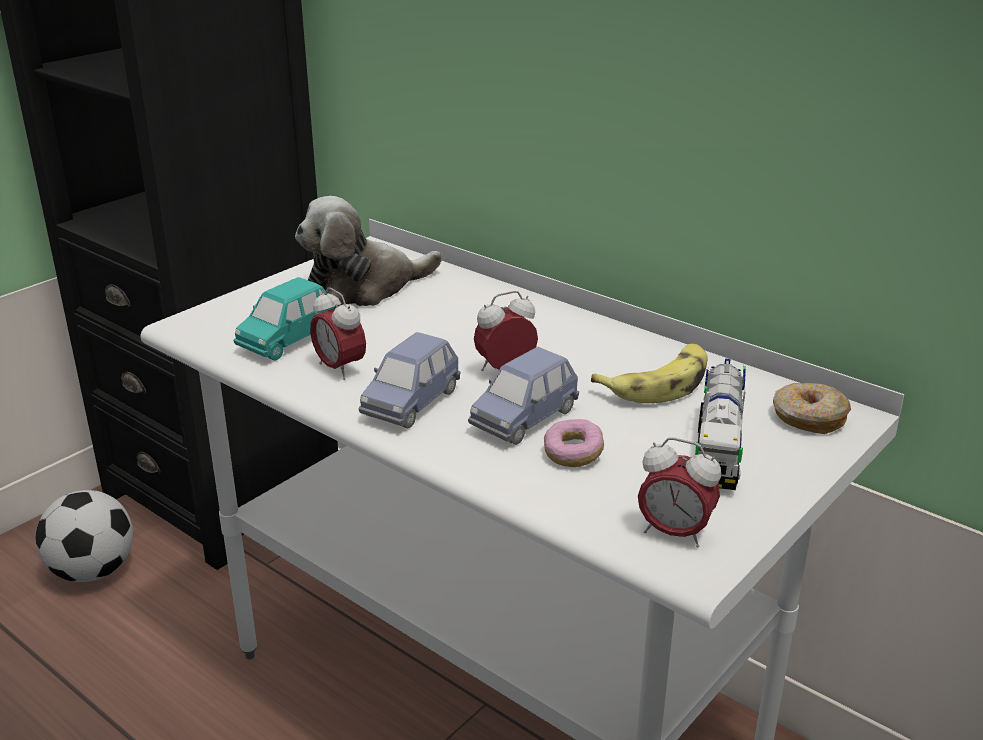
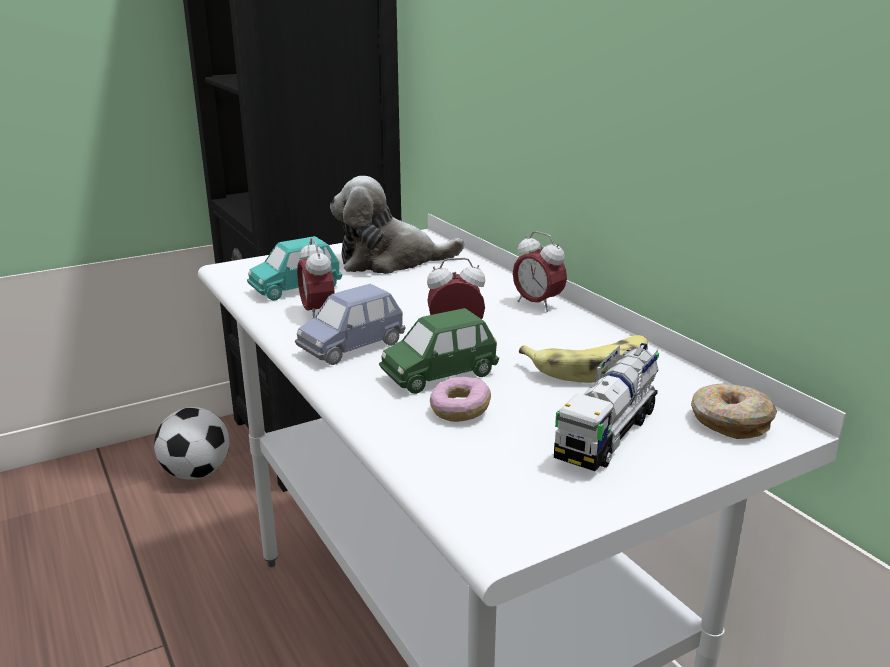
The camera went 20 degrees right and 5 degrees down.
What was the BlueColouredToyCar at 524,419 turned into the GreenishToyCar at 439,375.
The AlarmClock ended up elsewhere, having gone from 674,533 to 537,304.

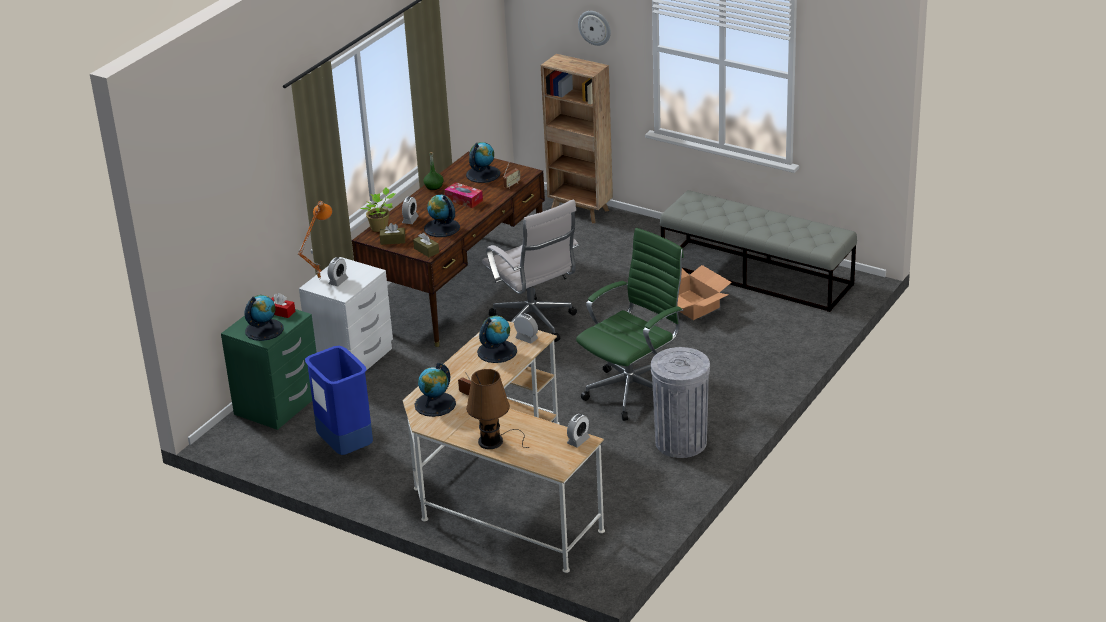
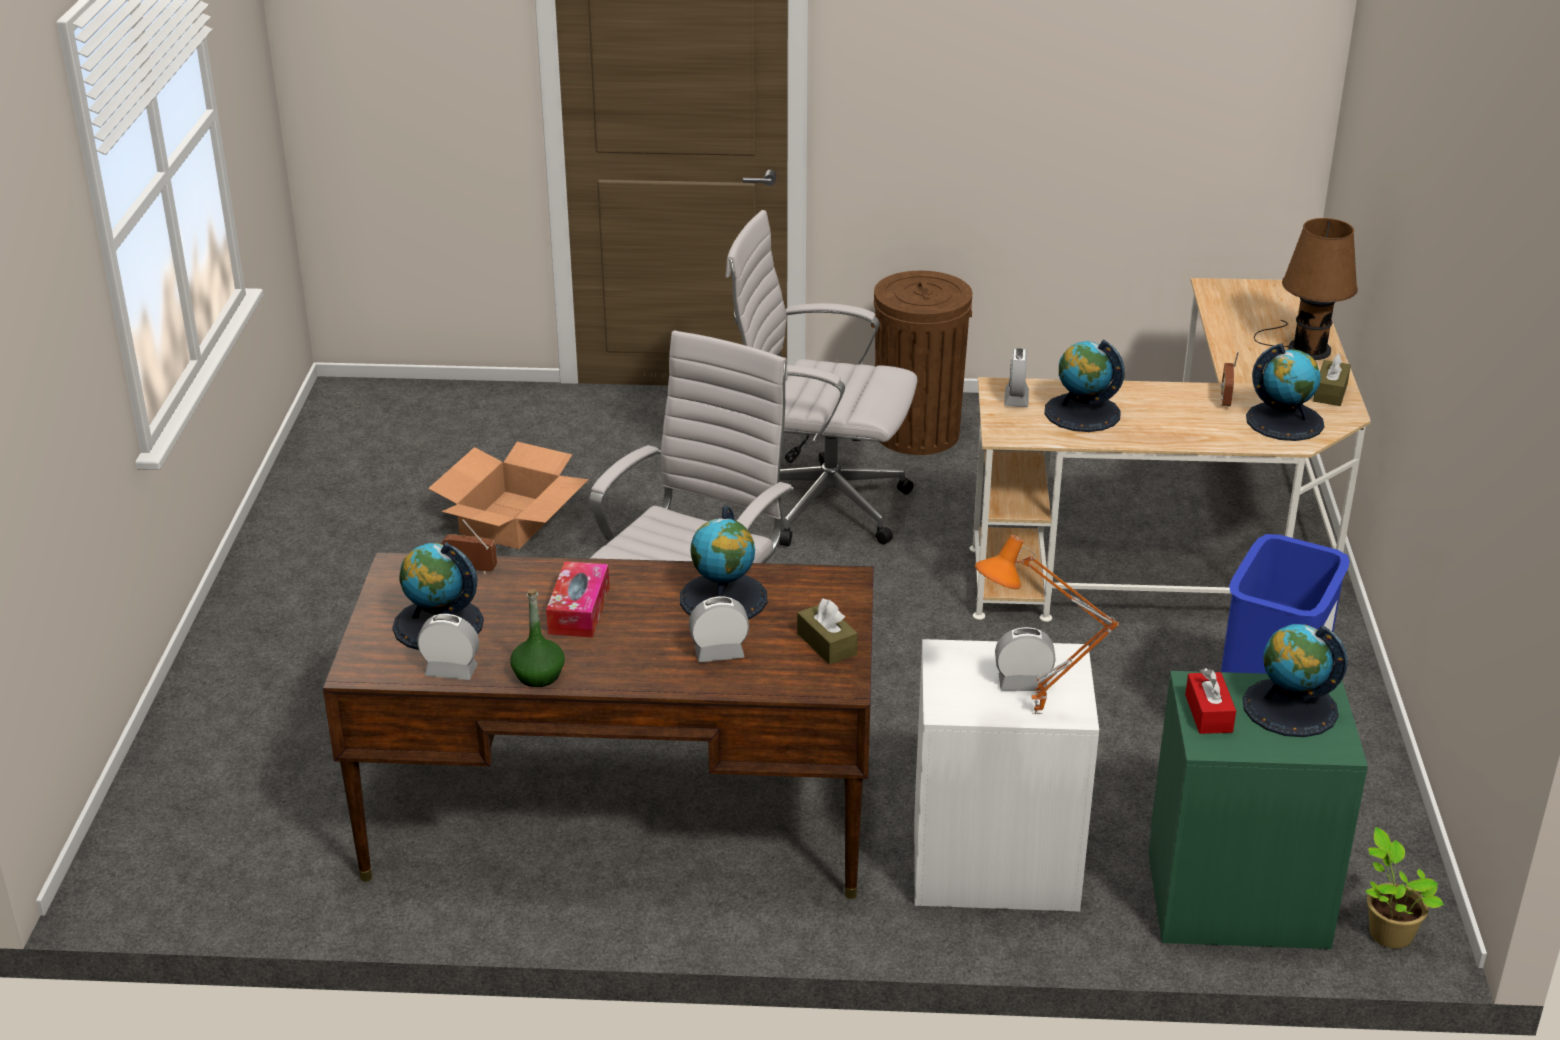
The camera went 120 degrees left and 0 degrees up.
The second view lost the ClockOnTheWall at 595,27.
The second view lost the BrownColouredShelvingUnit at 580,211.
The PottedPlant ended up elsewhere, having gone from 380,227 to 1388,932.
The second view lost the GrayIndoorBench at 757,275.
What was the GreenishOfficeChair at 633,391 turned into the WhiteOfficeChair at 820,505.
The BrownColouredTissueHolder ended up elsewhere, having gone from 426,250 to 1330,392.
What was the GrayTrashCan at 681,442 turned into the BrownColouredTrashCan at 917,433.
The AlarmClock ended up elsewhere, having gone from 578,441 to 451,671.

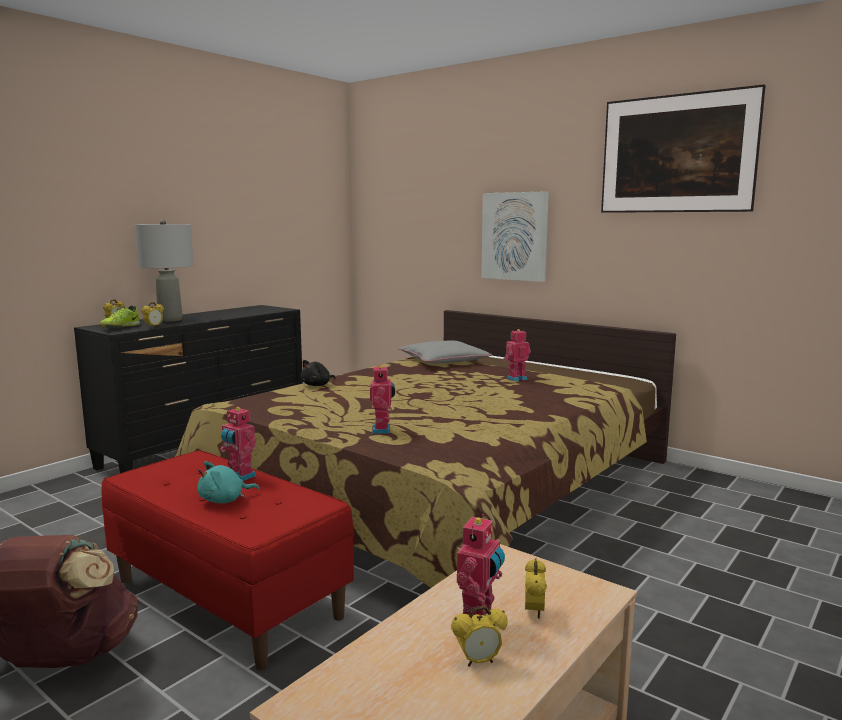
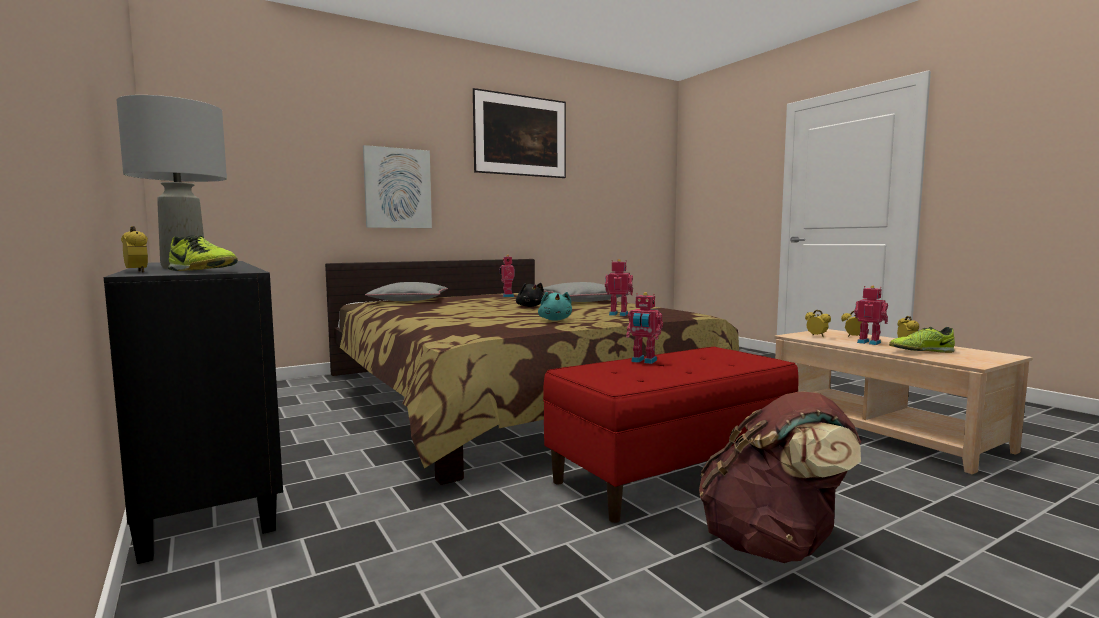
The camera went 70 degrees left and 5 degrees down.
The AlarmClock ended up elsewhere, having gone from 154,327 to 816,336.
The BlackCuddlyToy ended up elsewhere, having gone from 317,385 to 529,306.
The ToyRobot at 239,476 ended up facing another way, 60 degrees clockwise from before.
The BlueGreenCuddlyToy ended up elsewhere, having gone from 225,500 to 555,320.
The second view gained the GrayThrowPillow at 582,301.
The second view gained the LowShoe at 920,351.

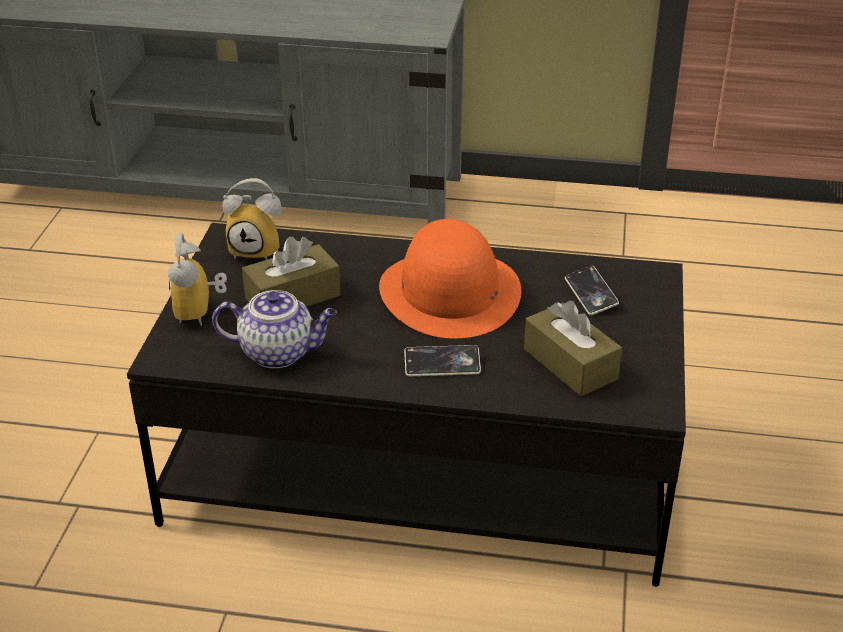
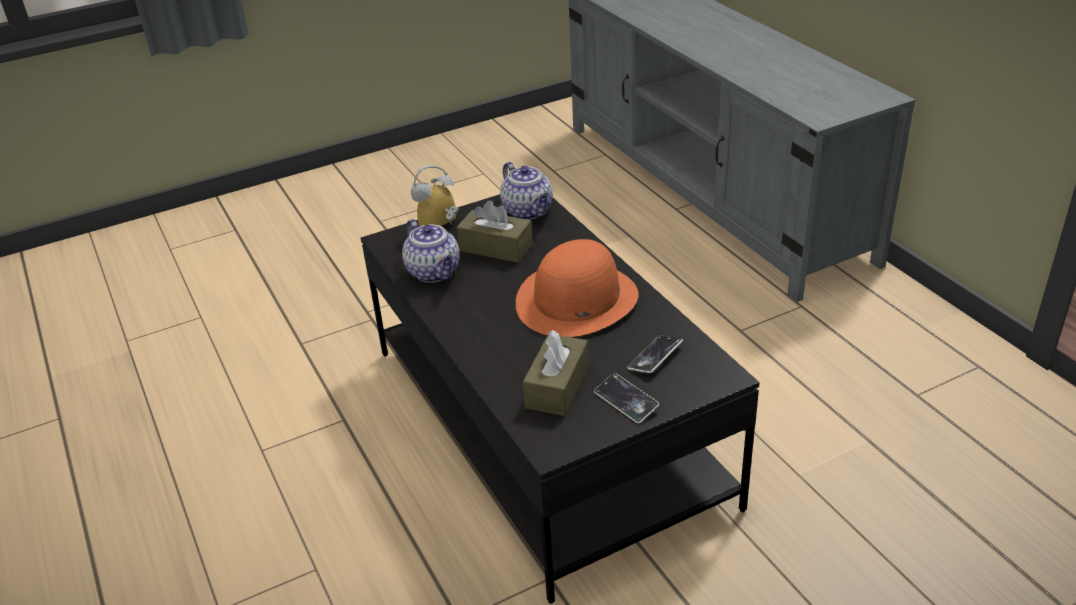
The camera went 55 degrees right and 0 degrees up.
Where the AlarmClock stood at 258,250, the Teapot came to stand at 528,211.
The Telephone ended up elsewhere, having gone from 442,365 to 626,401.

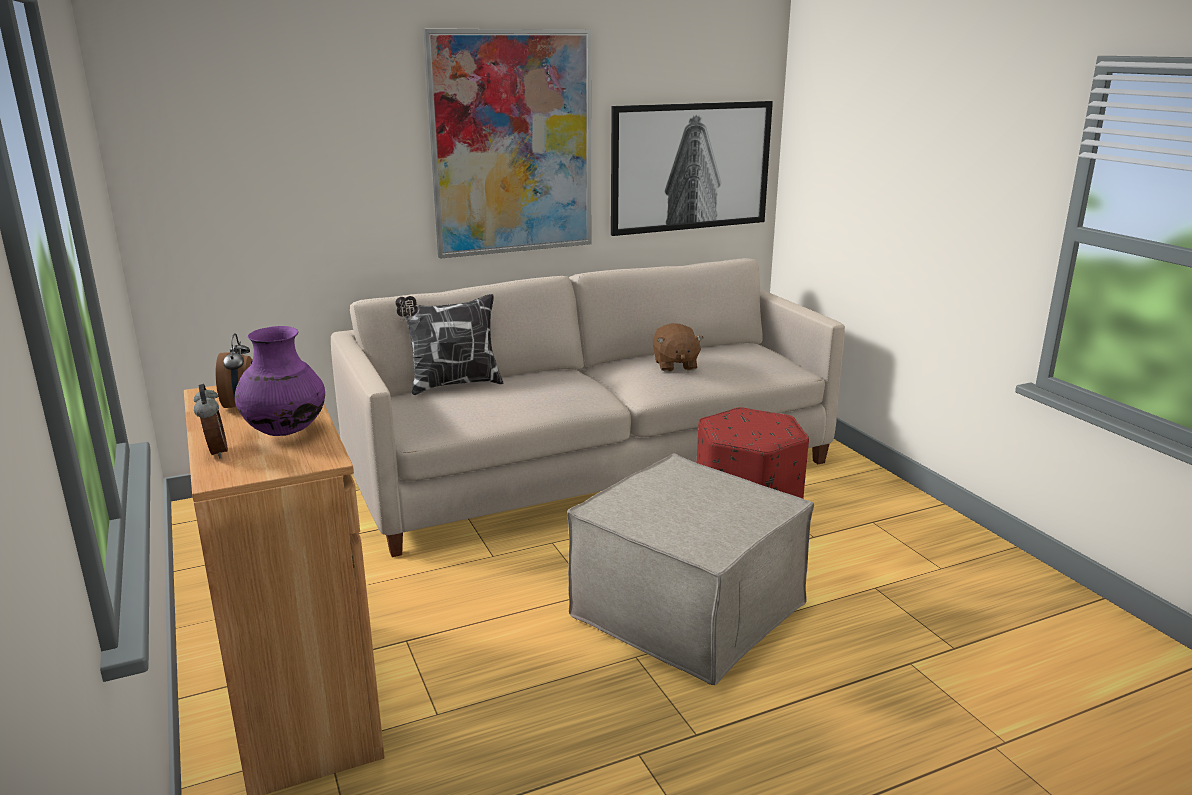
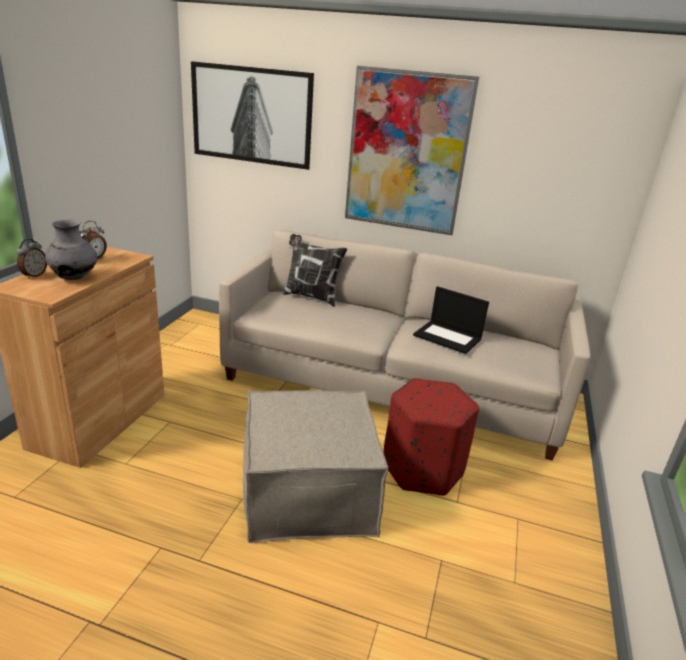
The camera went 40 degrees right and 5 degrees up.
The WallPicture ended up elsewhere, having gone from 691,167 to 251,115.
Where the BrownColouredCuddlyToy stood at 675,365, the NotebookComputer came to stand at 448,337.
What was the PurpleFlowerVase at 285,431 turned into the GrayFlowerVase at 74,278.

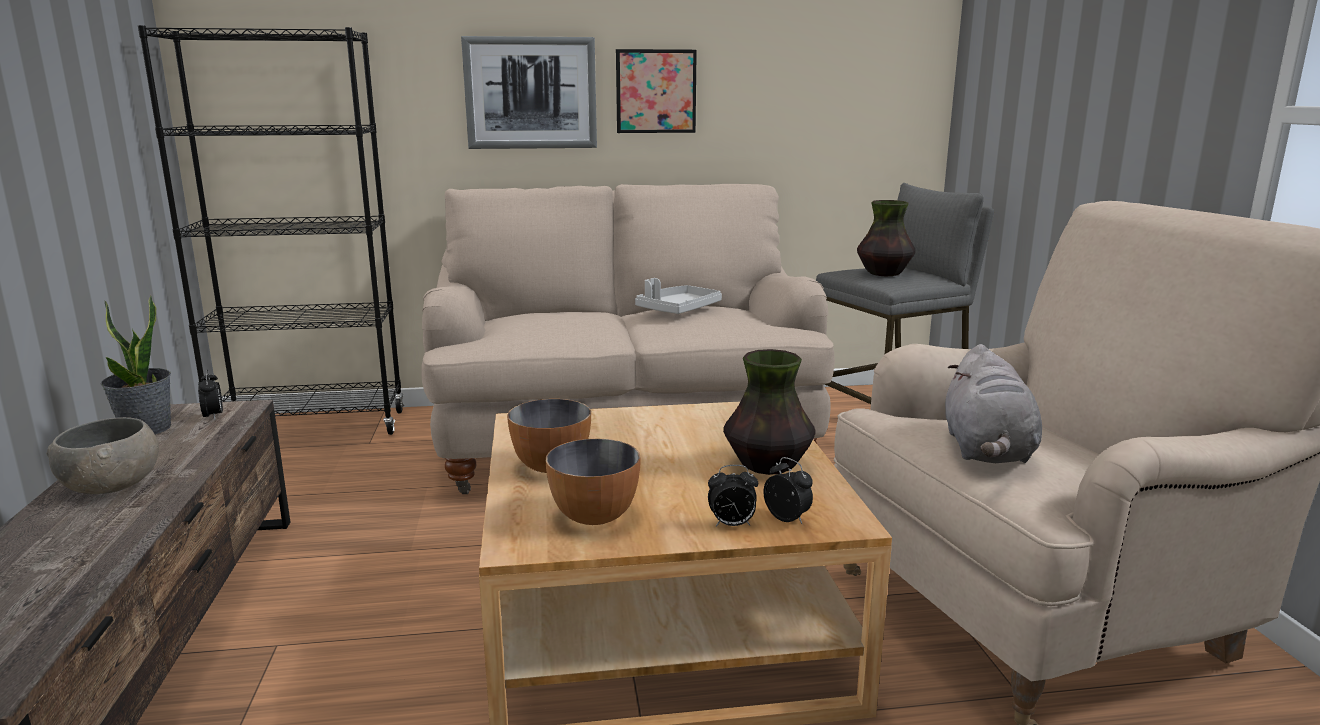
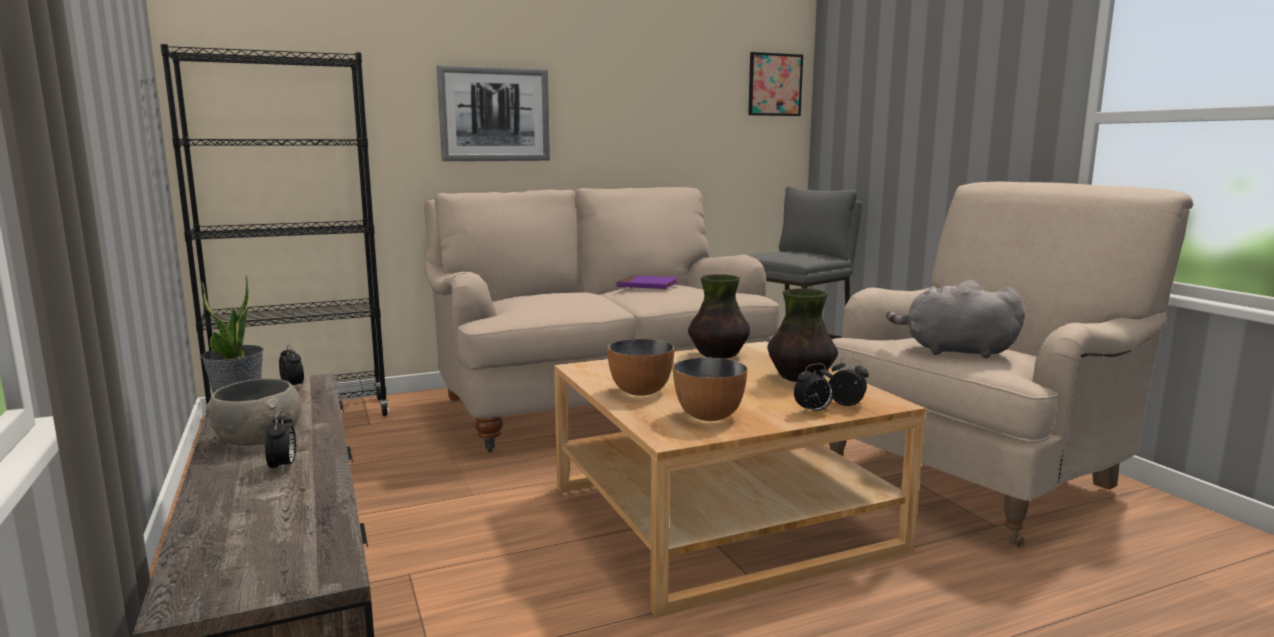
The camera went 15 degrees left and 5 degrees down.
The WallPicture ended up elsewhere, having gone from 656,91 to 775,84.
The FlowerVase ended up elsewhere, having gone from 884,274 to 718,355.
Where the GrayServingTray stood at 678,310, the PurpleBoundBook came to stand at 647,286.
The GrayCuddlyToy at 986,451 ended up facing another way, 120 degrees clockwise from before.
The second view gained the AlarmClock at 283,467.

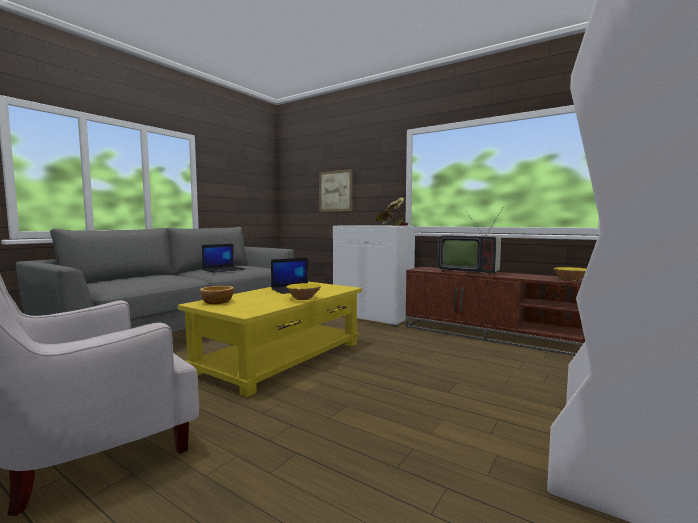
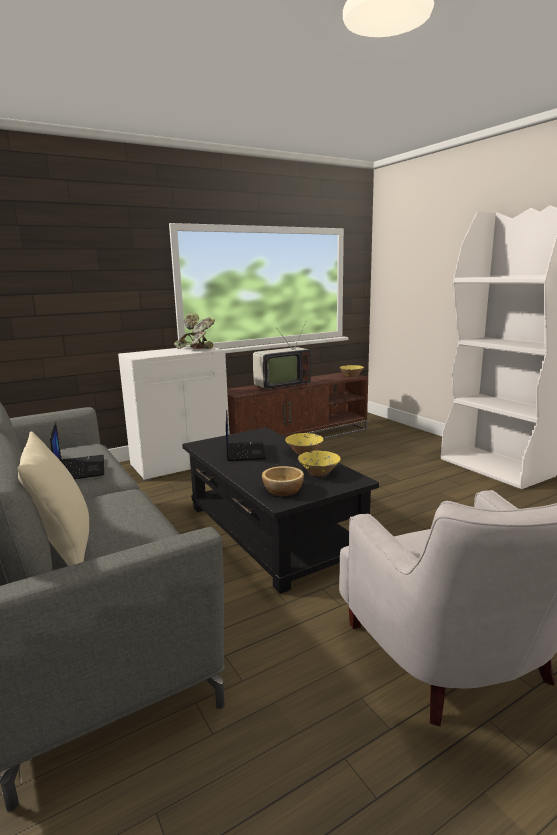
The camera went 65 degrees left and 10 degrees up.
The second view lost the WallPicture at 335,191.
What was the YellowLoungeTable at 282,357 turned into the BlackLoungeTable at 271,530.
The second view gained the BeigeThrowPillow at 63,547.
The second view gained the YellowServingBowl at 319,473.

